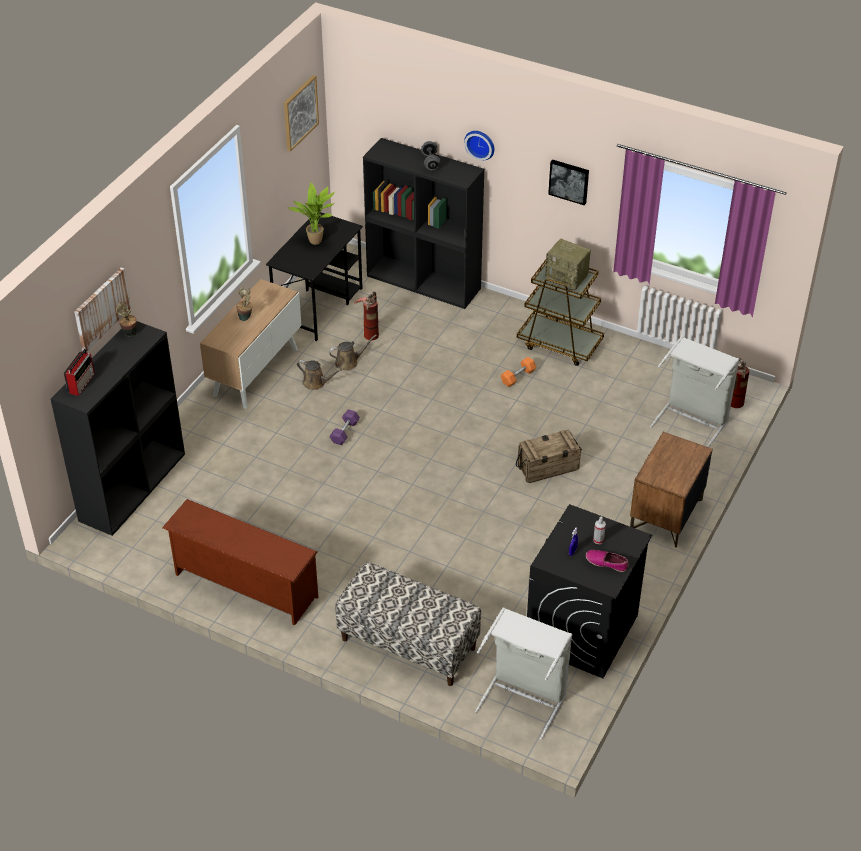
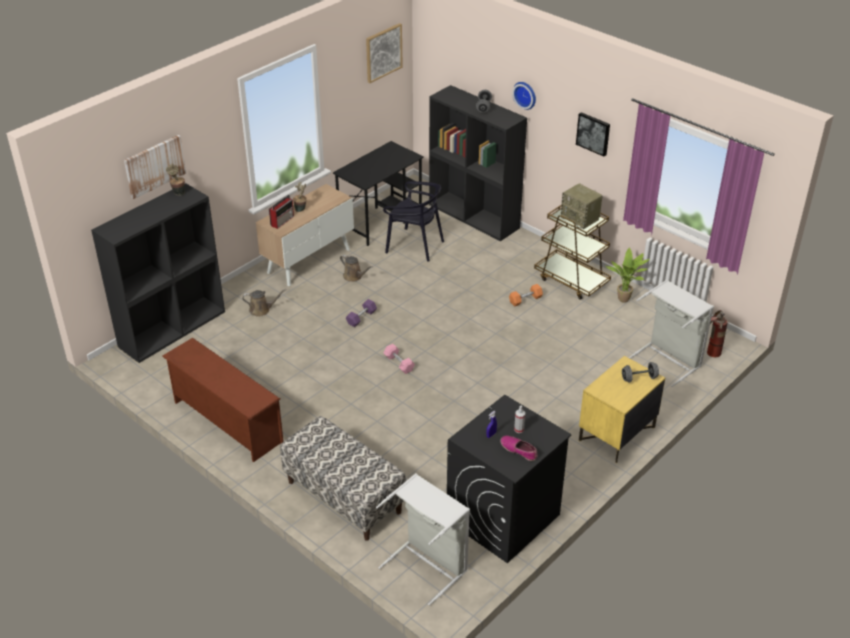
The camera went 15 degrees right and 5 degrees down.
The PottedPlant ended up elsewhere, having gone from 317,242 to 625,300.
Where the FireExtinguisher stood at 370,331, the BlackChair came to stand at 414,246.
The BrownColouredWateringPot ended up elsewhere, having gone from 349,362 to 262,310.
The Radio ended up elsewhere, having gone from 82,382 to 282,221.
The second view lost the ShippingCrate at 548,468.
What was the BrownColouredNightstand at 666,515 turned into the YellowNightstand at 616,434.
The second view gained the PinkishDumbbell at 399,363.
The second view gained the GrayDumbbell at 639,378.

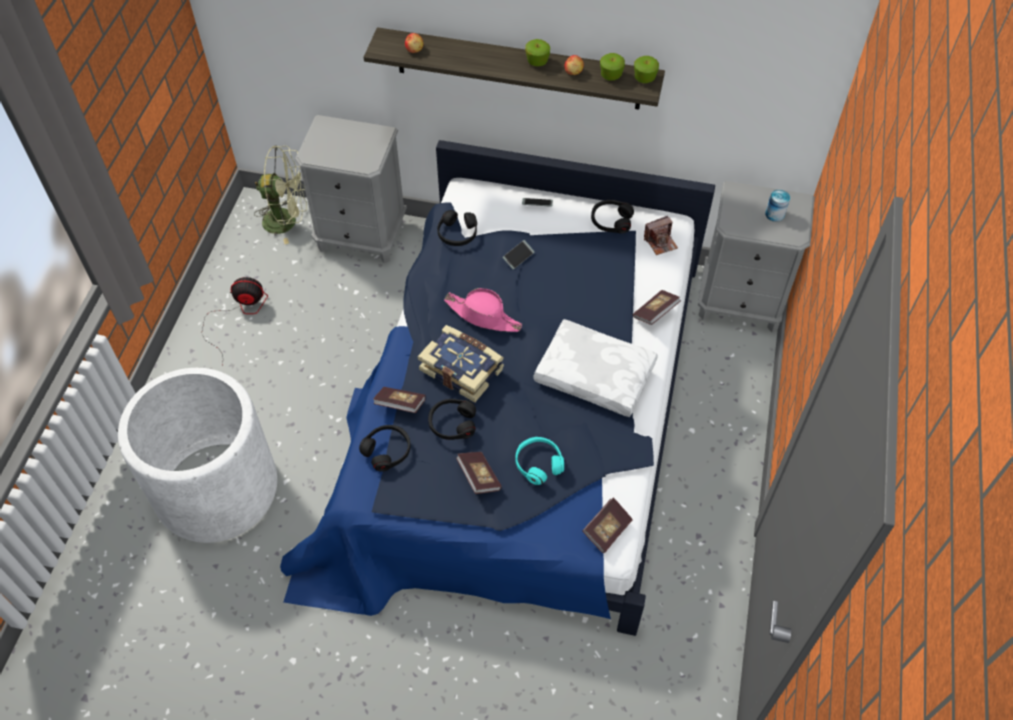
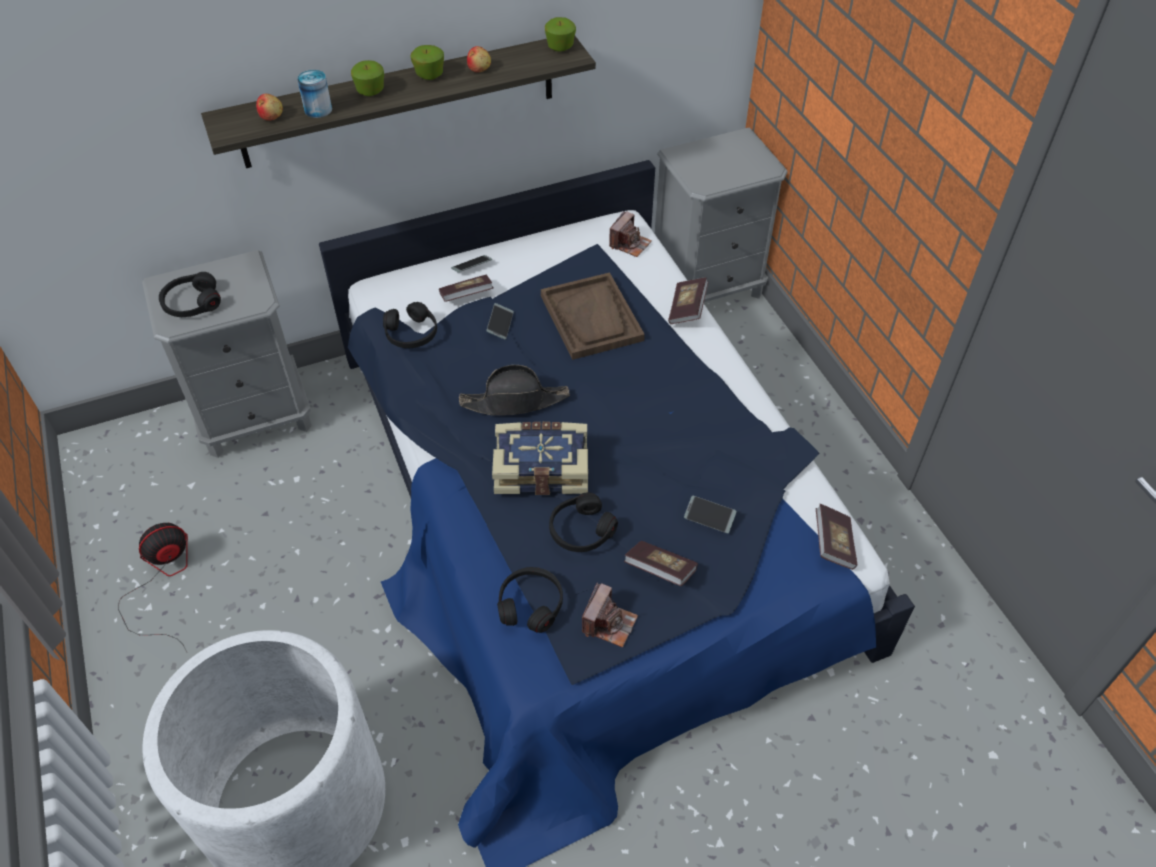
The camera went 35 degrees left and 5 degrees down.
The AppleFruit ended up elsewhere, having gone from 611,75 to 370,91.
The second view lost the GreenishElectricFan at 287,221.
The MetalCan ended up elsewhere, having gone from 774,214 to 318,110.
The BlackHeadphones ended up elsewhere, having gone from 611,221 to 192,303.
What was the PinkishWearableHat at 483,316 turned into the BlackWearableHat at 515,401.
The second view lost the WhiteThrowPillow at 596,374.
The BoundBook ended up elsewhere, having gone from 400,405 to 466,296.
Where the BlueGreenHeadphones stood at 538,463, the Telephone came to stand at 709,517.
The second view gained the BrownColouredServingTray at 591,318.
The second view gained the PhotoCamera at 609,623.

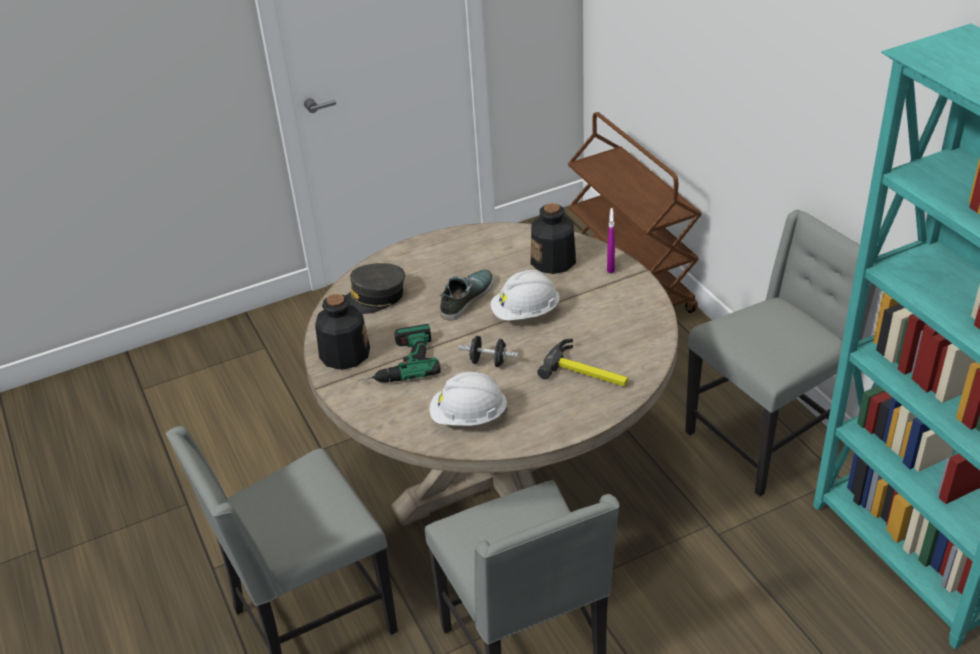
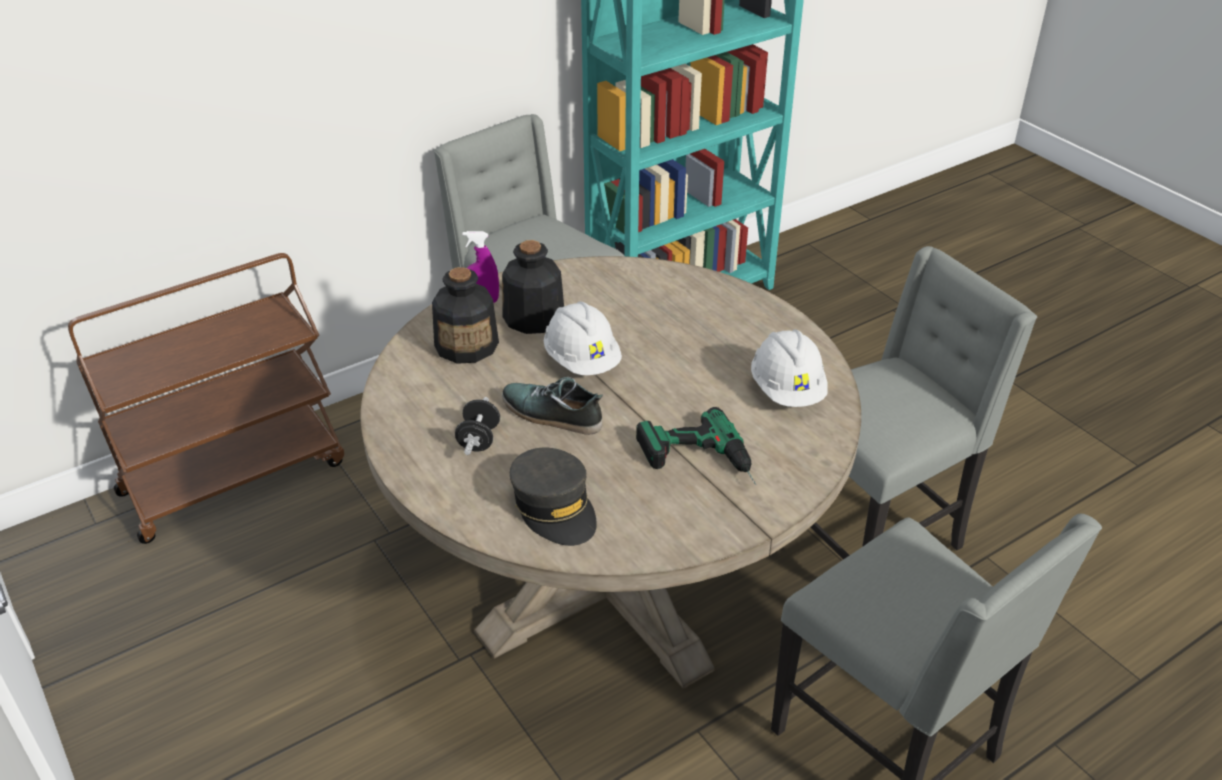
The camera went 100 degrees left and 0 degrees up.
The BeverageBottle ended up elsewhere, having gone from 344,354 to 533,318.
The BlackDumbbell ended up elsewhere, having gone from 488,362 to 479,439.
The second view lost the Hammer at 587,372.

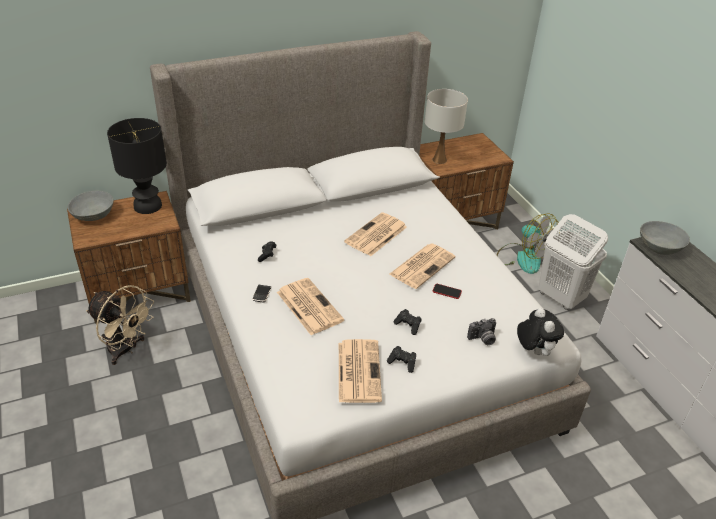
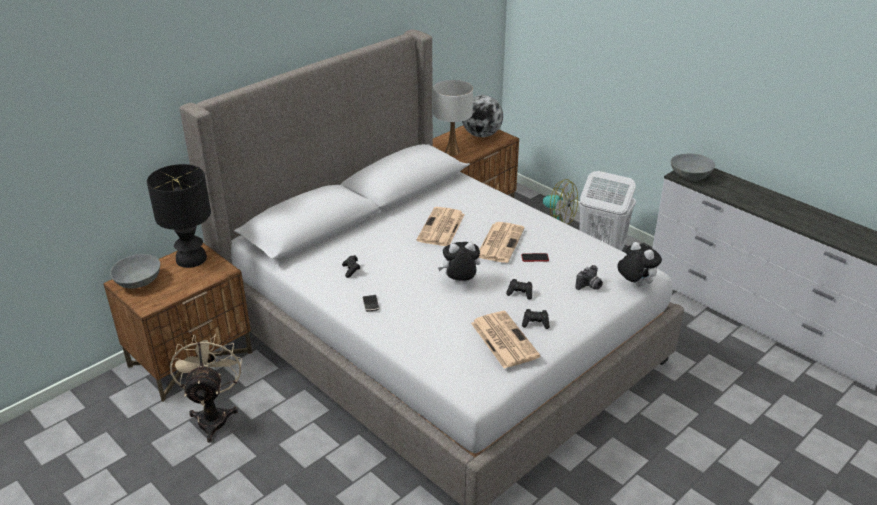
The camera went 20 degrees left and 5 degrees down.
The second view lost the PrintedPaper at 308,306.
The BeigeElectricFan at 126,350 ended up facing another way, 105 degrees counterclockwise from before.
The second view gained the DeskGlobe at 481,135.
The second view gained the CuddlyToy at 460,282.

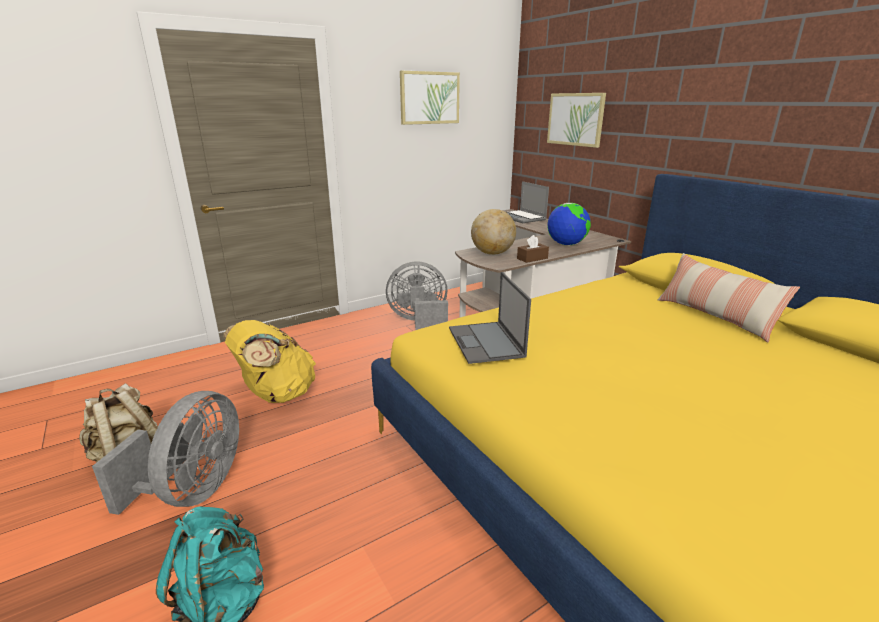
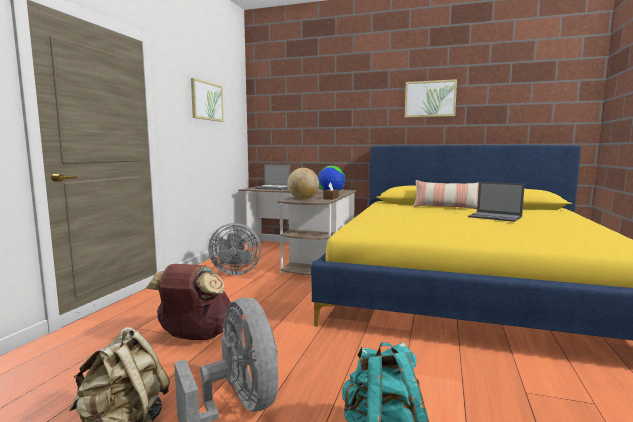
The camera went 40 degrees left and 15 degrees down.
The WallPicture ended up elsewhere, having gone from 575,119 to 430,99.
The GrayElectricFan at 419,322 ended up facing another way, 135 degrees counterclockwise from before.
The NotebookComputer ended up elsewhere, having gone from 486,342 to 495,217.
What was the YellowBackpack at 277,394 turned into the BrownColouredBackpack at 196,337.

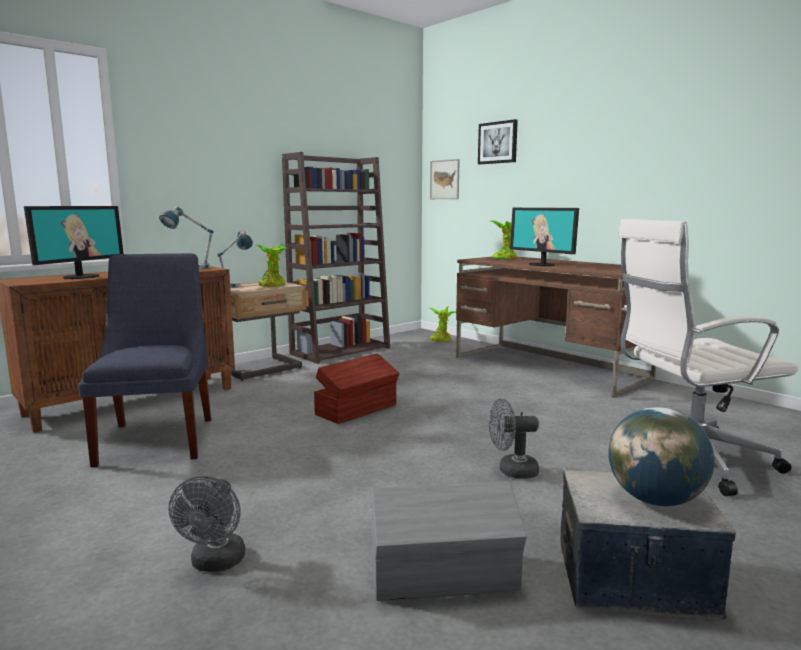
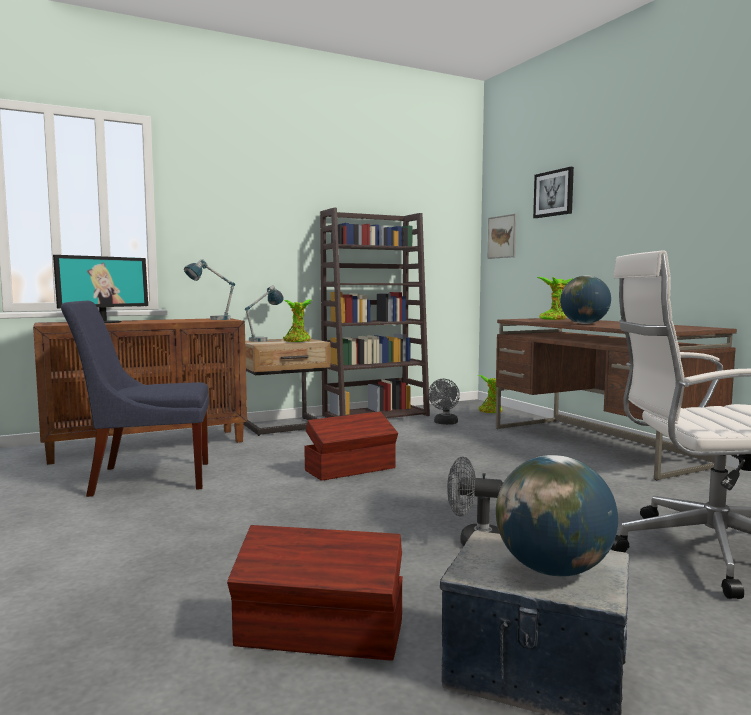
The camera went 15 degrees right and 5 degrees down.
Where the ComputerScreen stood at 542,264, the DeskGlobe came to stand at 584,323.
The BlueColouredChair at 159,438 ended up facing another way, 105 degrees counterclockwise from before.
The GrayElectricFan ended up elsewhere, having gone from 215,563 to 445,423.
What was the GrayStorageContainer at 445,577 turned into the BrownColouredStorageContainer at 321,634.

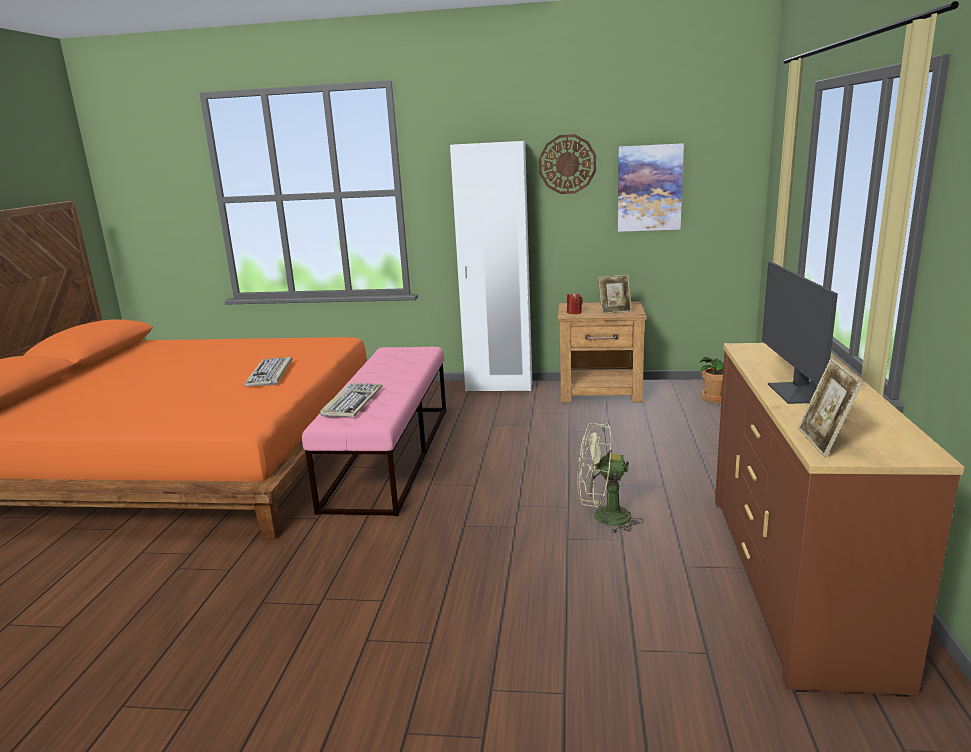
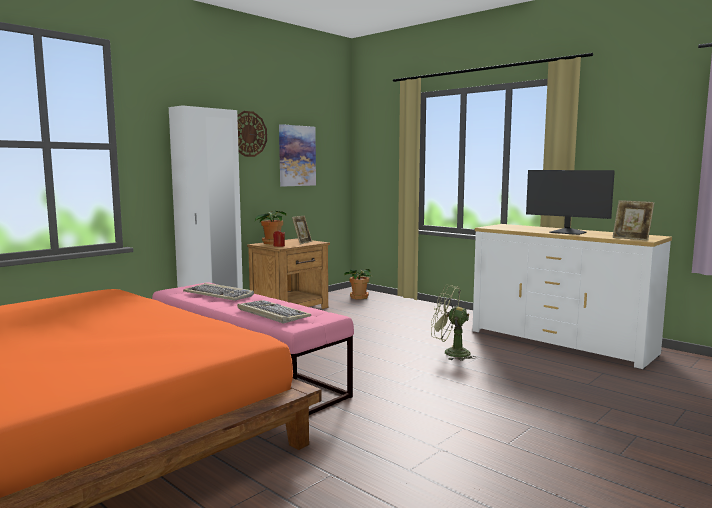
The camera went 55 degrees left and 10 degrees down.
What was the BrownColouredDrawerChest at 796,579 turned into the WhiteDrawerChest at 560,342.
The PcKeyboard ended up elsewhere, having gone from 270,374 to 219,295.
The GreenishElectricFan at 603,518 ended up facing another way, 75 degrees clockwise from before.
The second view gained the PottedPlant at 271,243.

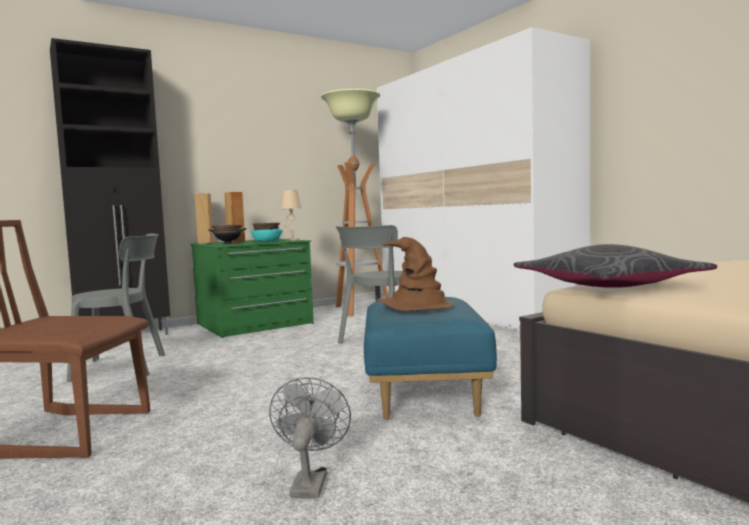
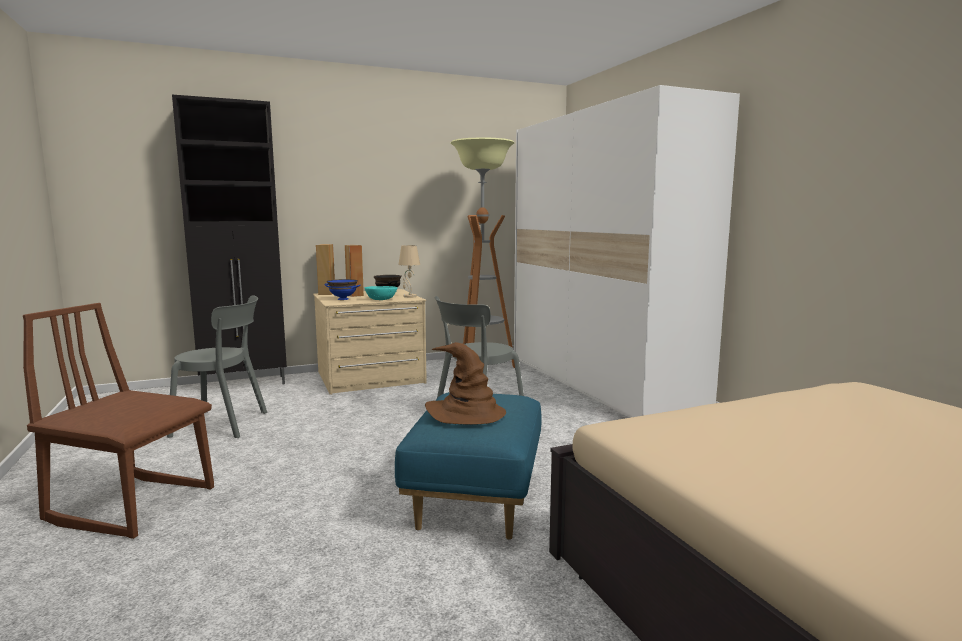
The camera went 10 degrees right and 5 degrees up.
What was the BlackServingBowl at 228,243 turned into the BlueColouredServingBowl at 342,299.
What was the GreenishDrawerChest at 254,324 turned into the BeigeDrawerChest at 370,378.
The second view lost the GrayThrowPillow at 608,286.
The second view lost the GrayElectricFan at 310,482.

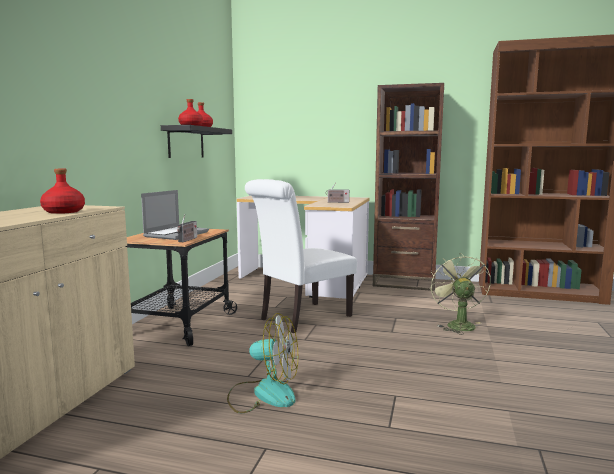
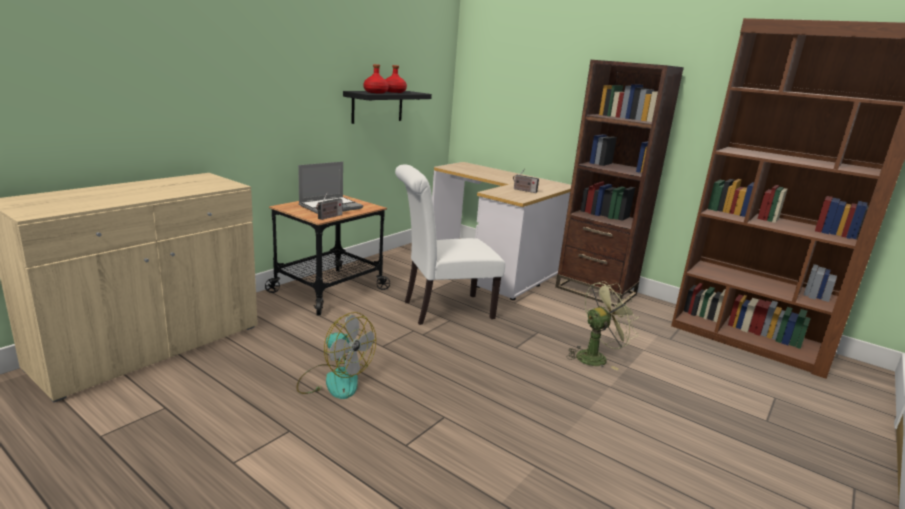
The camera went 20 degrees right and 10 degrees up.
The second view lost the RedColouredBeverageBottle at 64,211.
The GreenishElectricFan at 457,324 ended up facing another way, 45 degrees clockwise from before.

